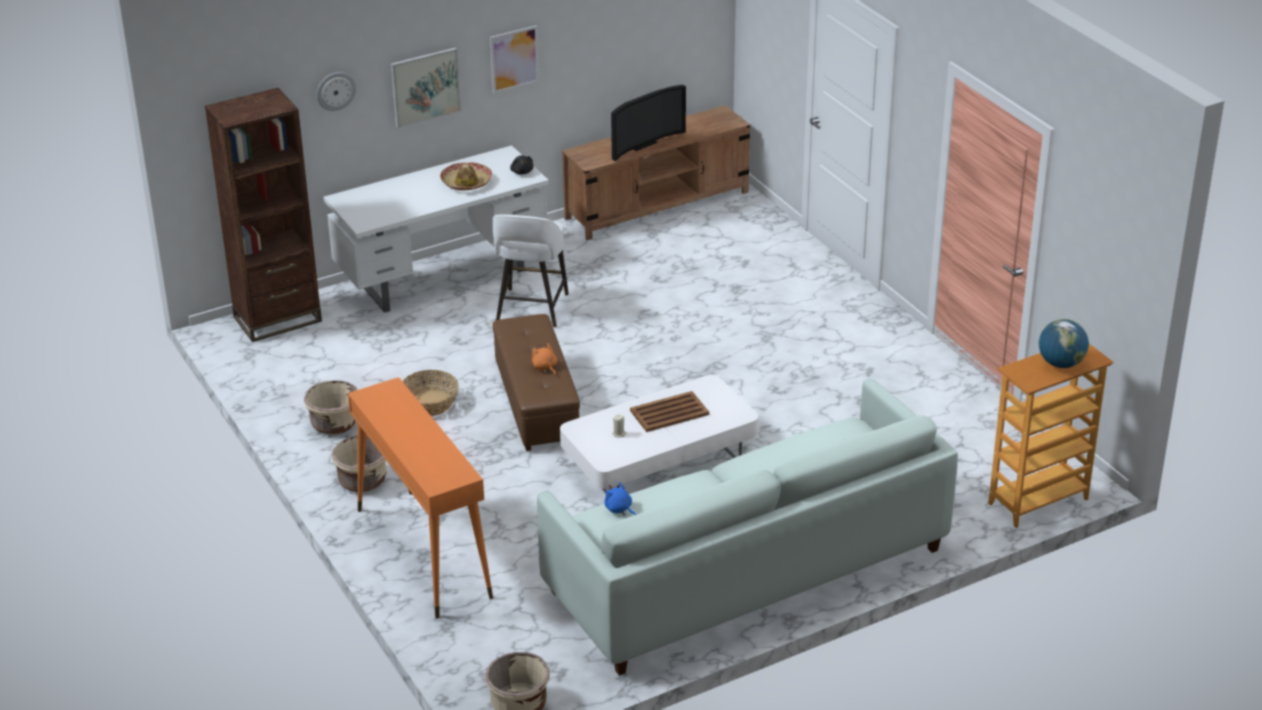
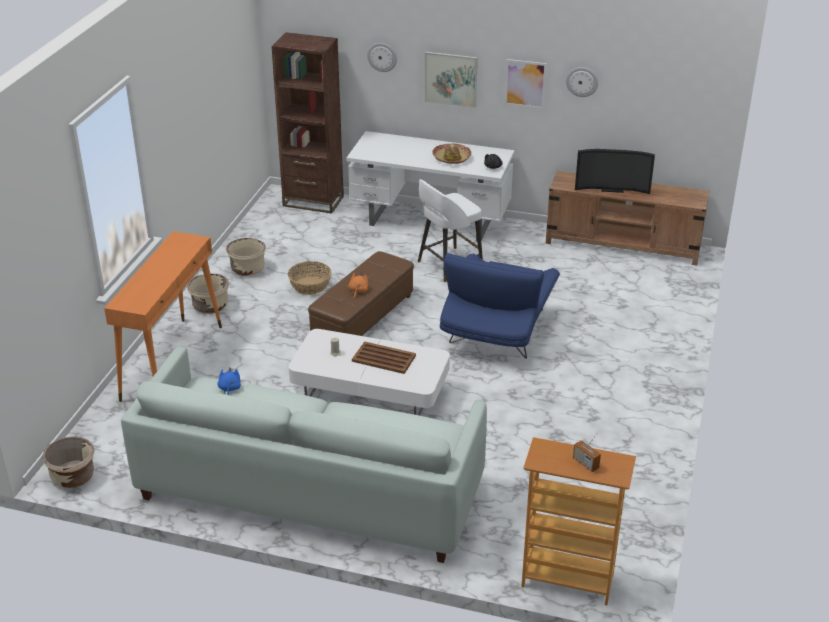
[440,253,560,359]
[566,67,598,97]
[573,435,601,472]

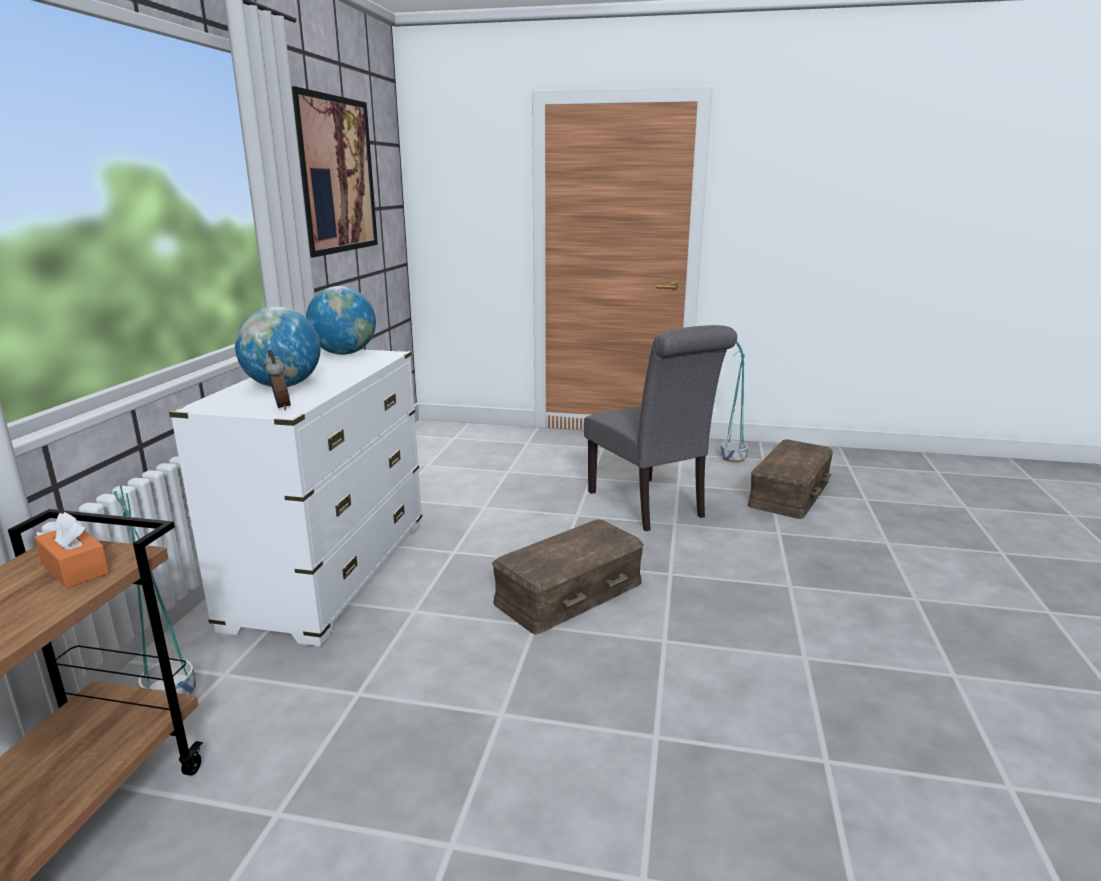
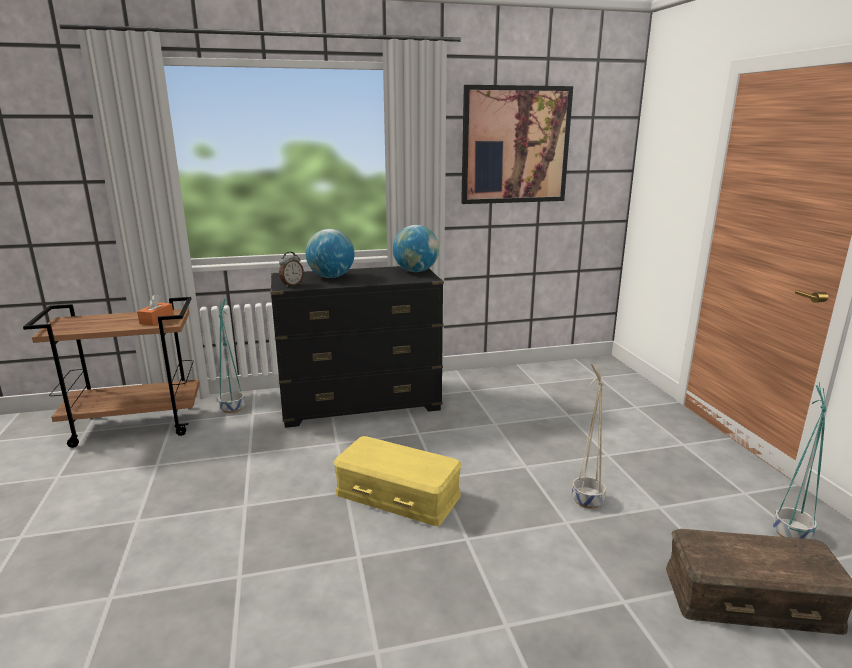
[572,364,606,509]
[270,266,444,428]
[333,436,462,526]

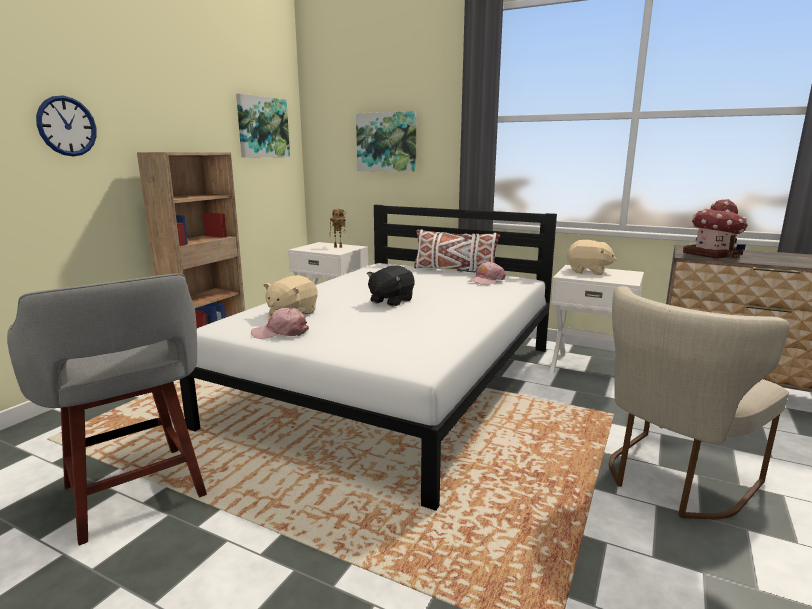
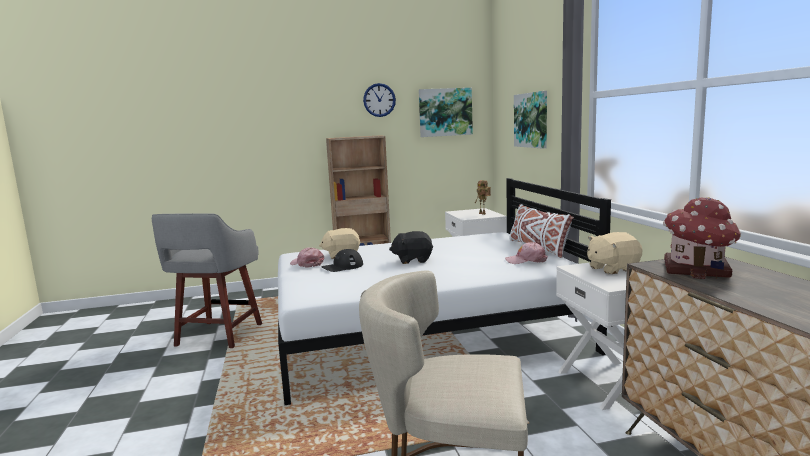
[321,249,363,272]
[363,83,396,117]
[587,232,643,274]

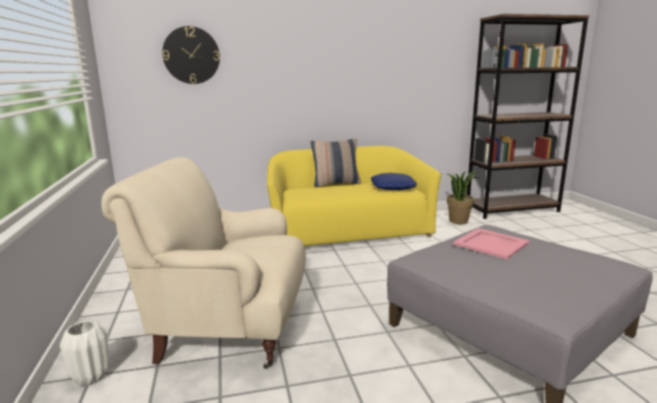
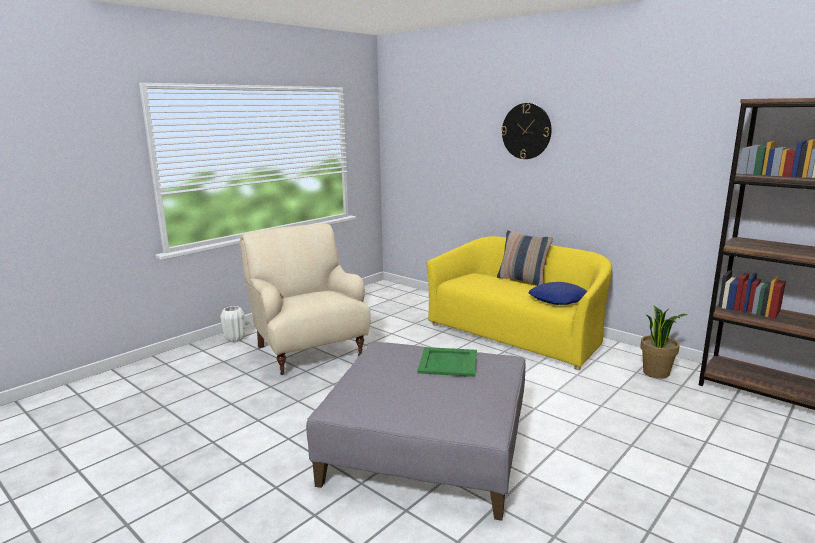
[501,103,552,159]
[417,347,477,377]

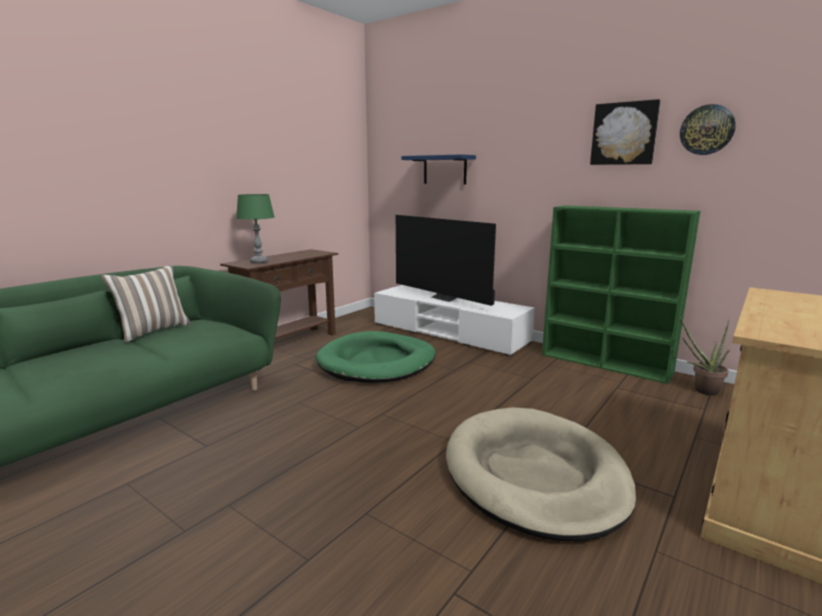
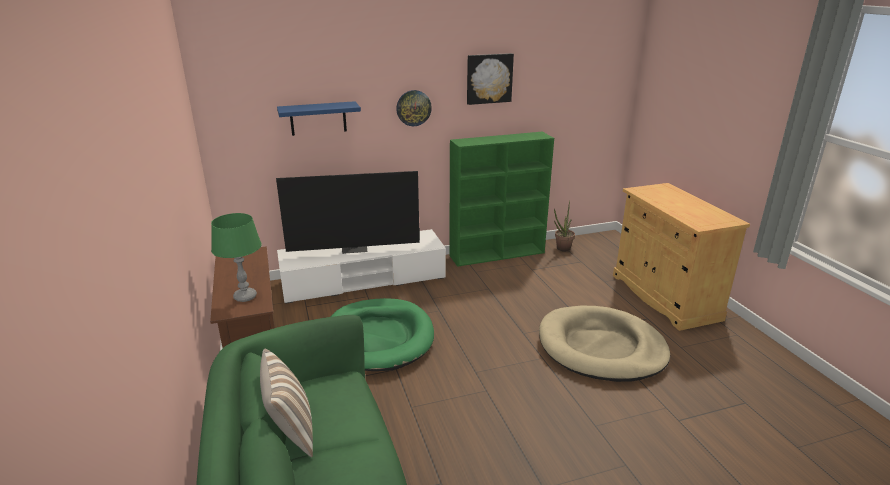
[396,90,432,126]

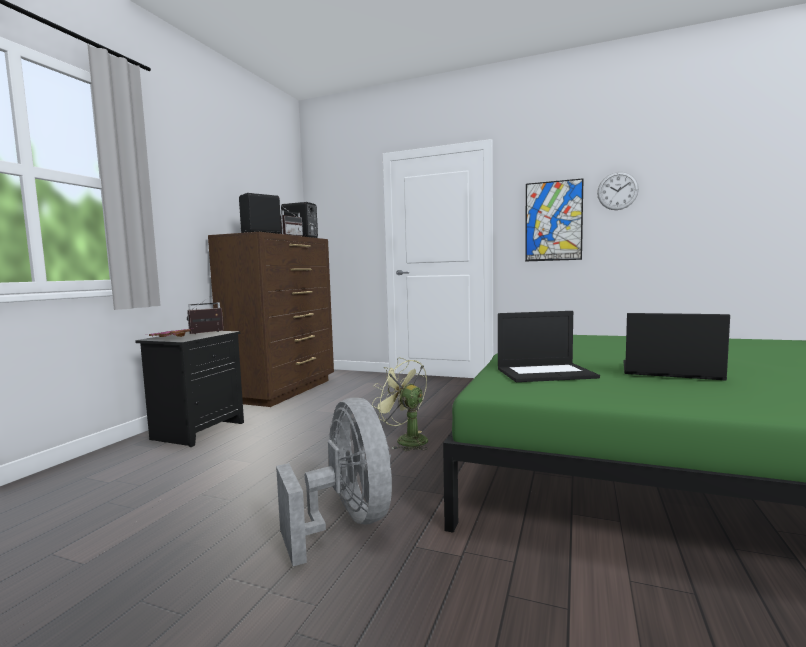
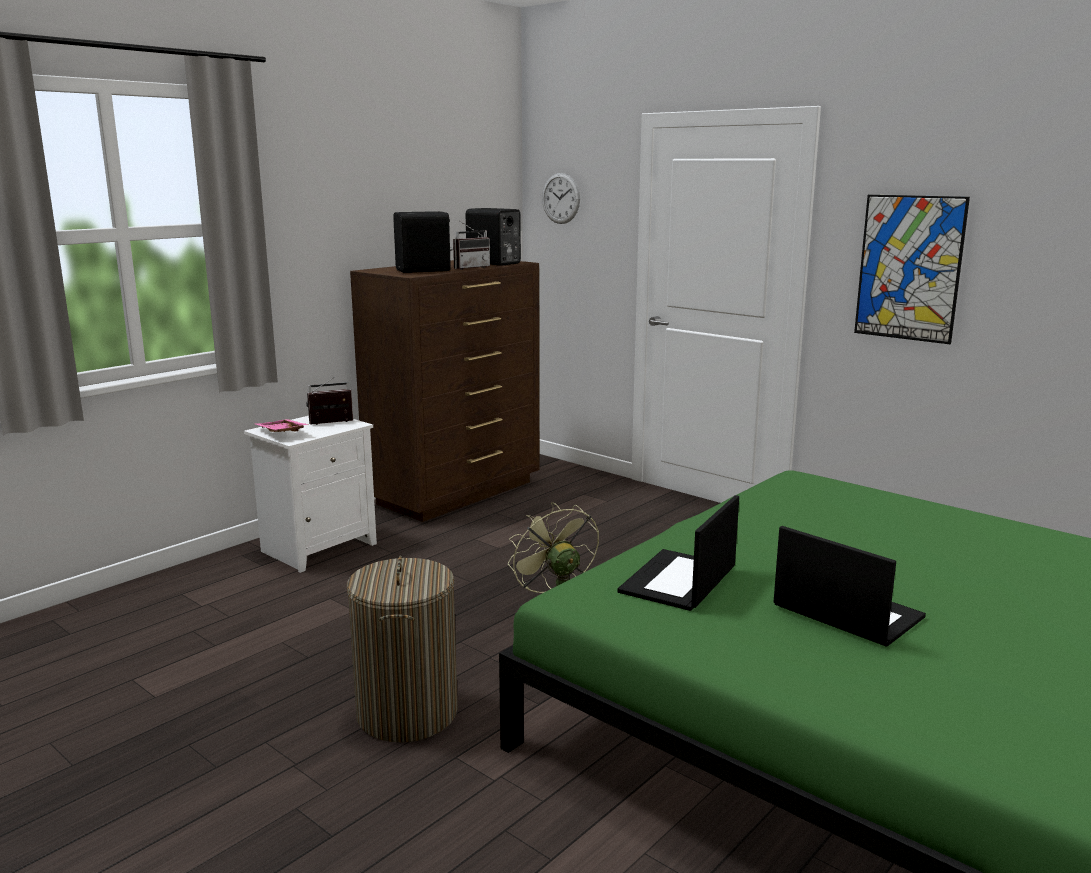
[542,173,580,224]
[347,555,458,742]
[244,416,377,573]
[617,495,739,611]

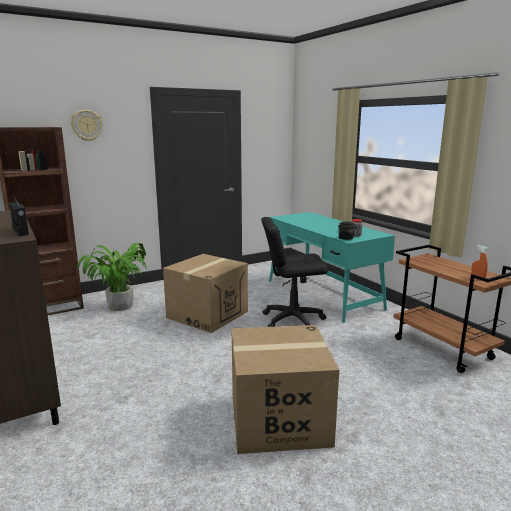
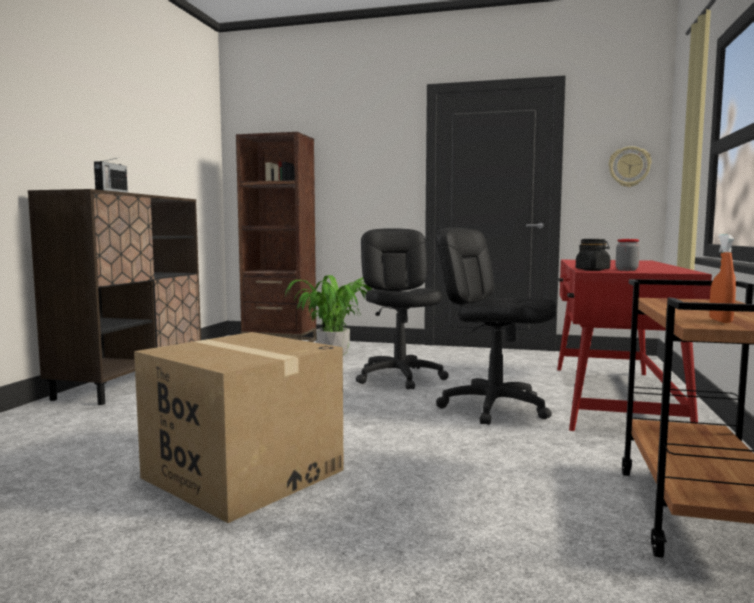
[609,146,652,187]
[356,228,449,389]
[557,260,712,431]

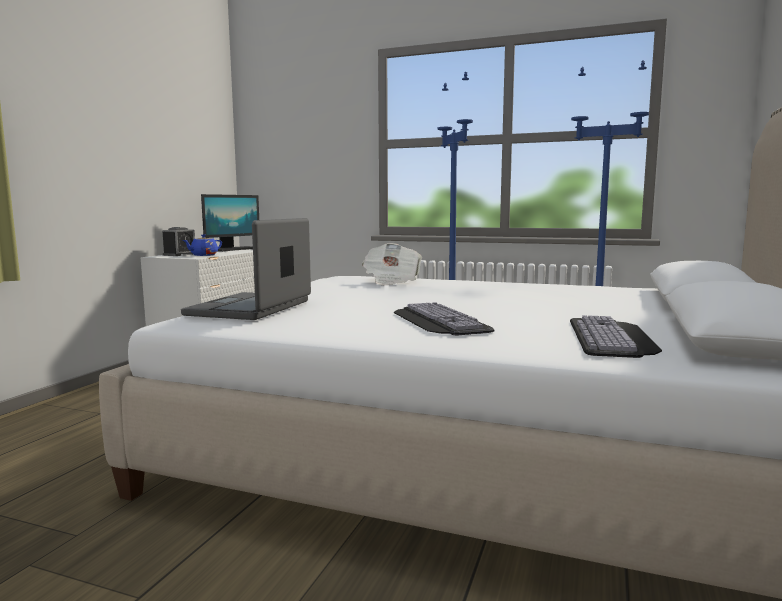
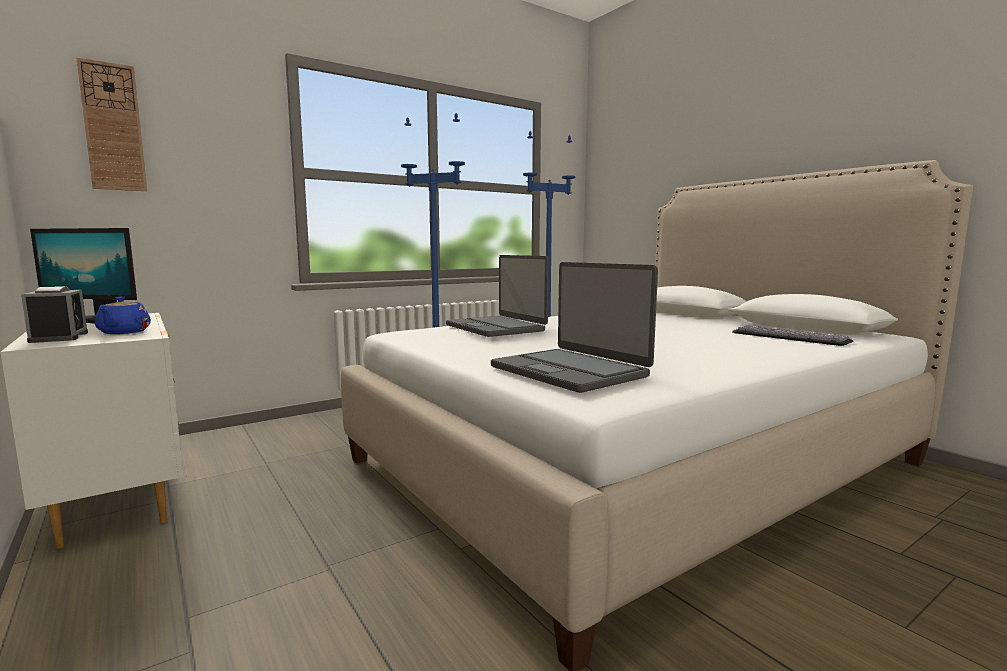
[394,302,494,335] (first image)
[76,58,147,191]
[446,255,549,337]
[30,228,137,324]

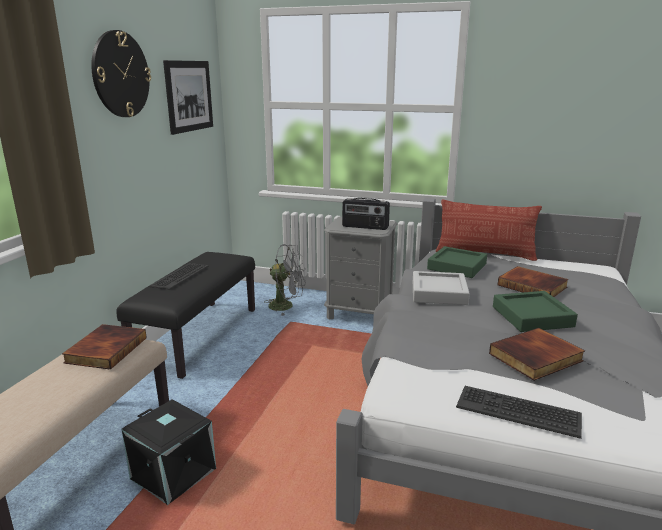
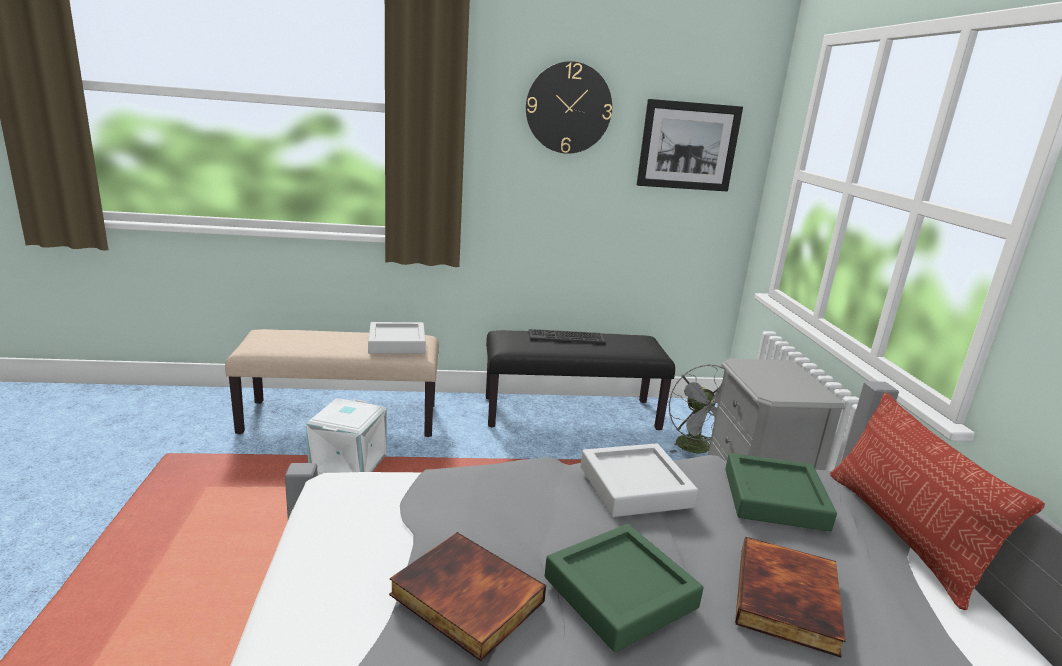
[342,198,390,230] (first image)
[456,386,582,439] (first image)
[368,322,426,354]
[306,398,387,475]

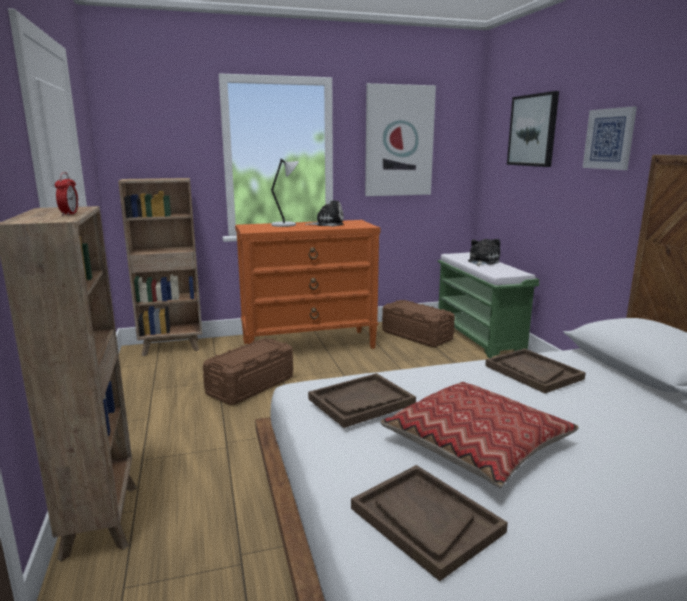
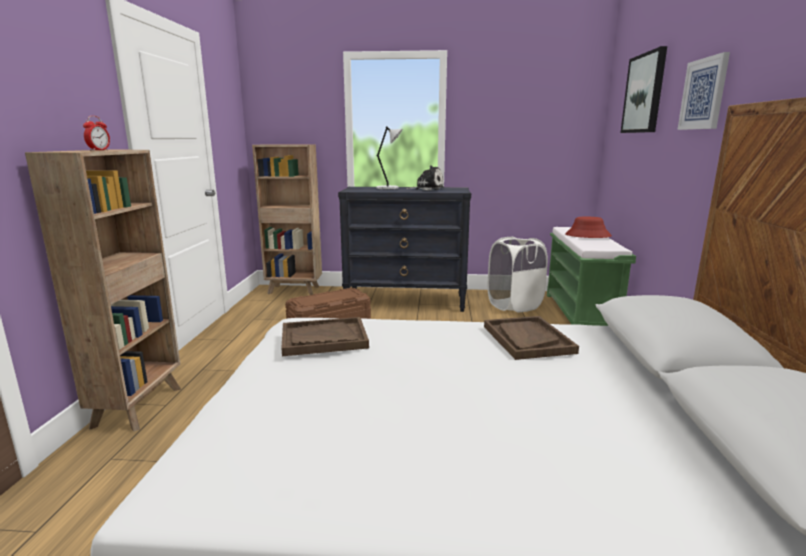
[351,465,508,581] (first image)
[365,83,436,196] (first image)
[380,382,579,488] (first image)
[487,236,548,312]
[565,217,612,238]
[338,187,471,312]

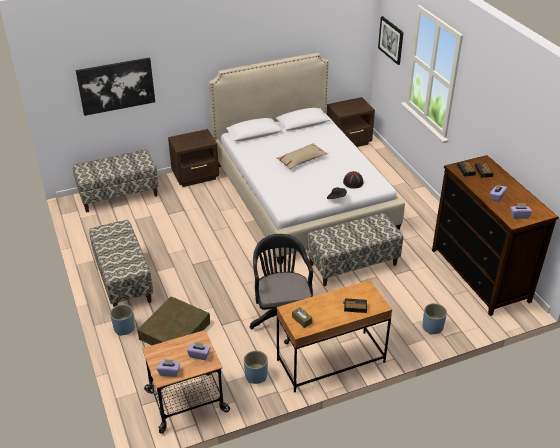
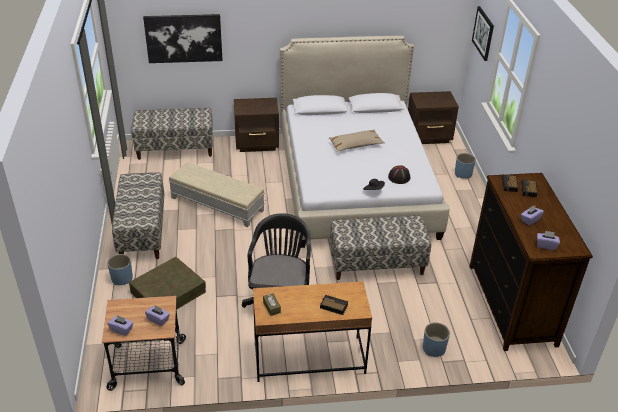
[169,162,265,227]
[455,153,476,179]

